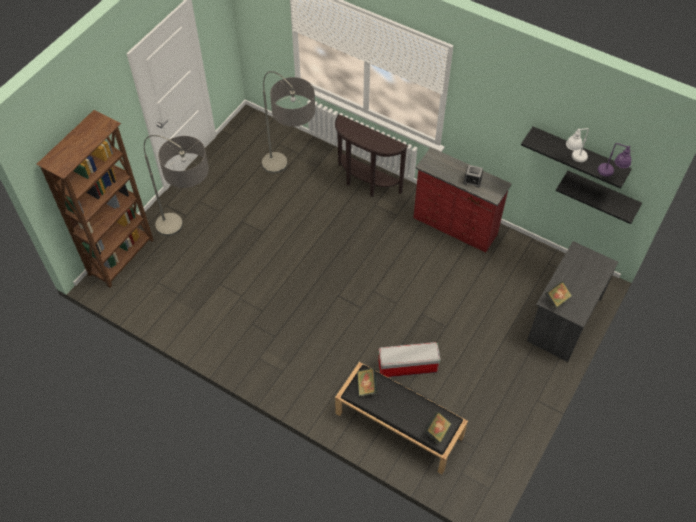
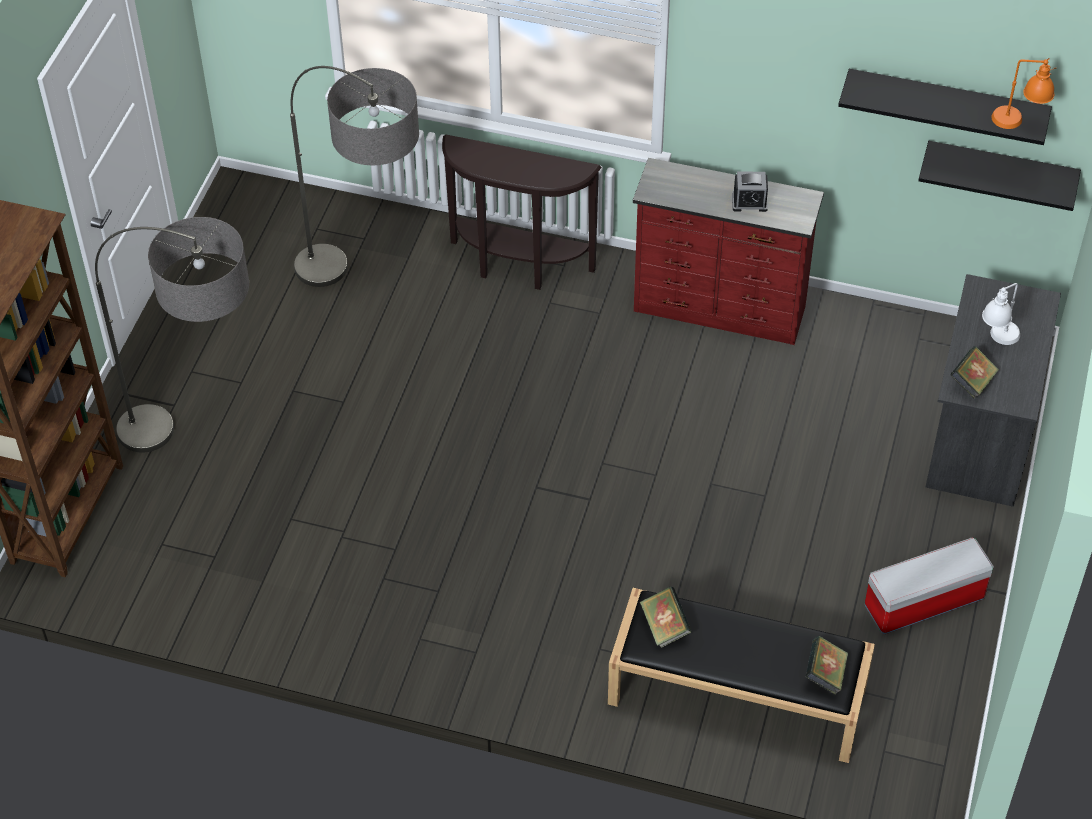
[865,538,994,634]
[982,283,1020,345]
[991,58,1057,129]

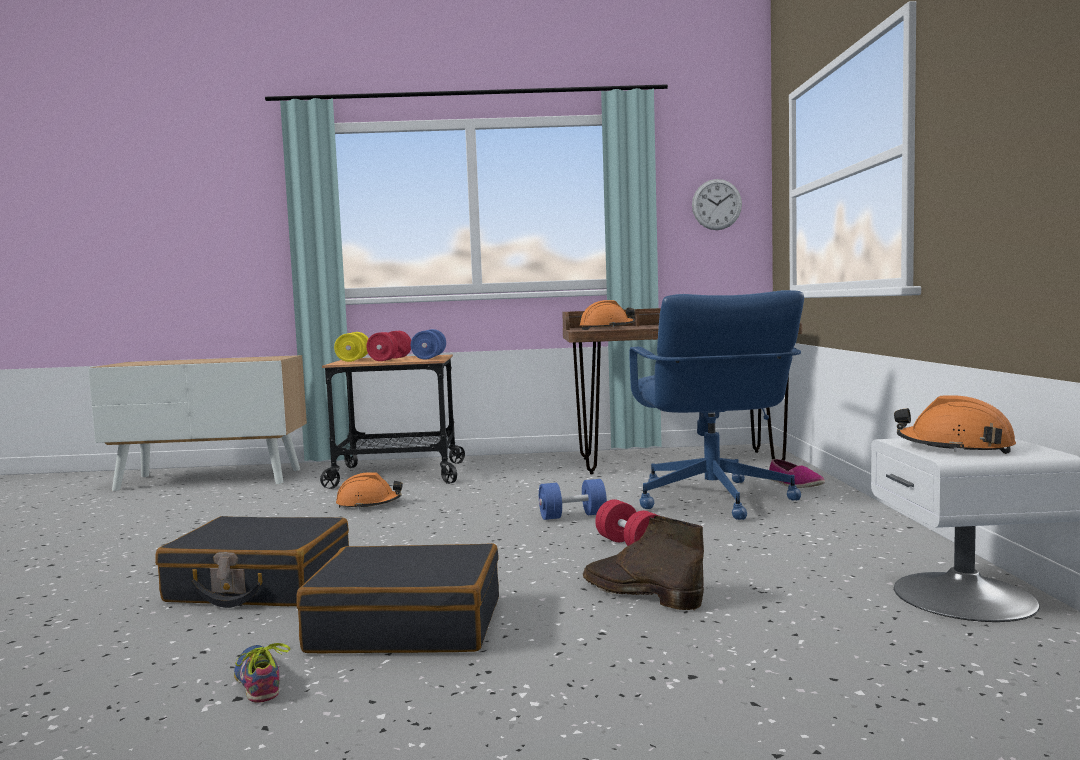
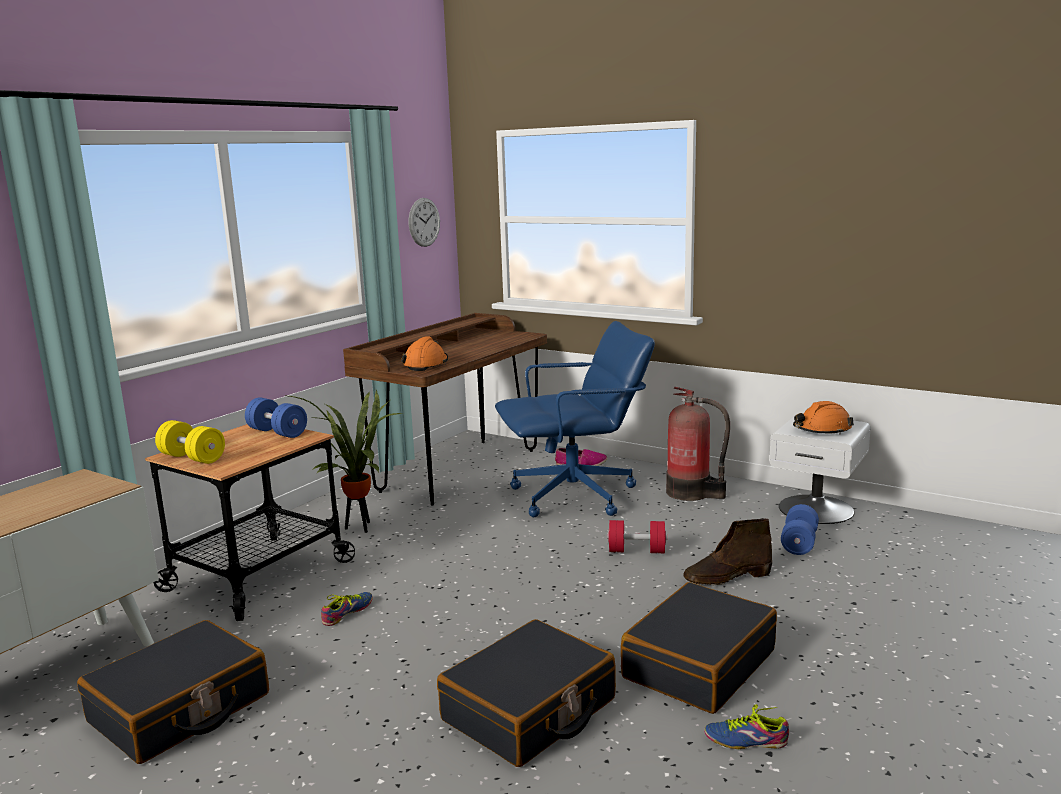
[366,331,411,361] (first image)
[77,620,269,764]
[284,390,402,533]
[666,387,730,501]
[781,504,819,555]
[321,592,373,626]
[495,321,655,517]

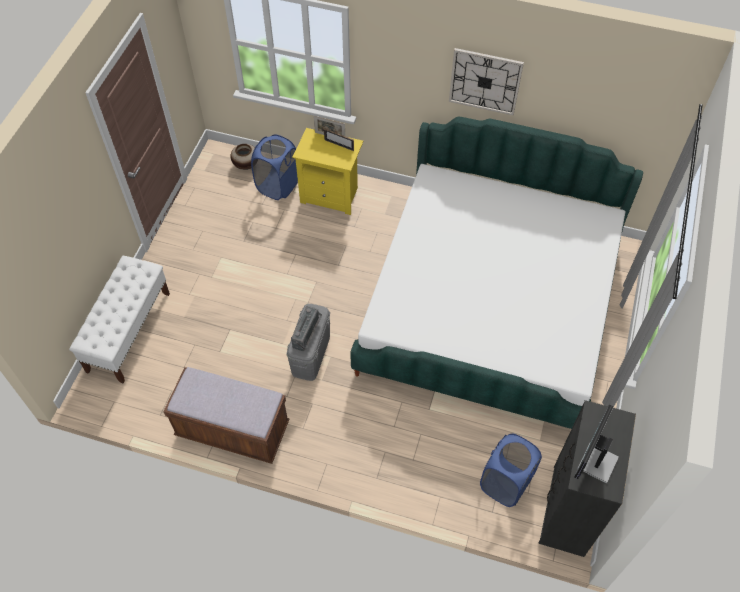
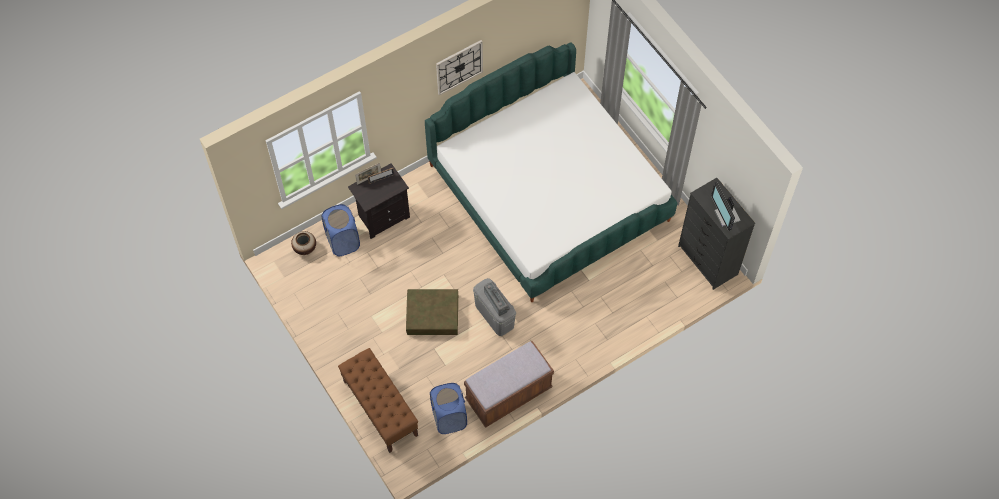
[406,289,458,335]
[430,383,467,434]
[338,348,418,453]
[348,163,410,239]

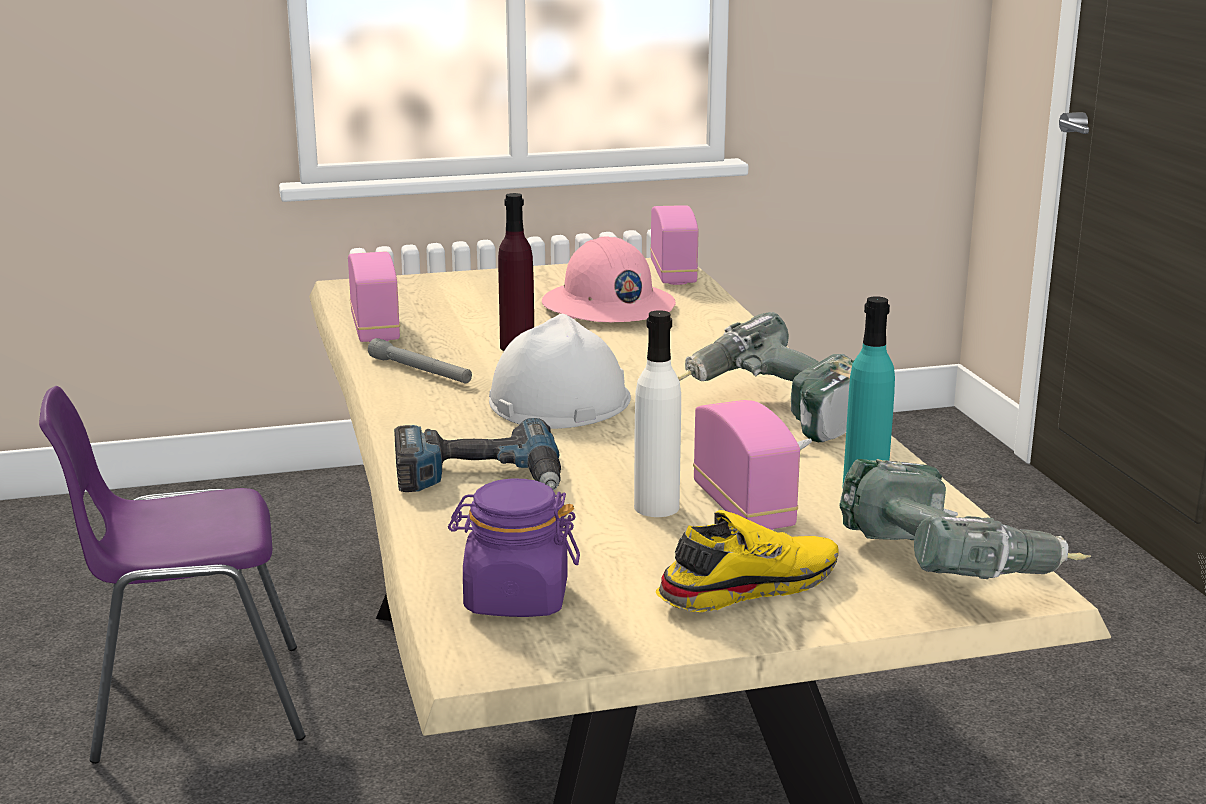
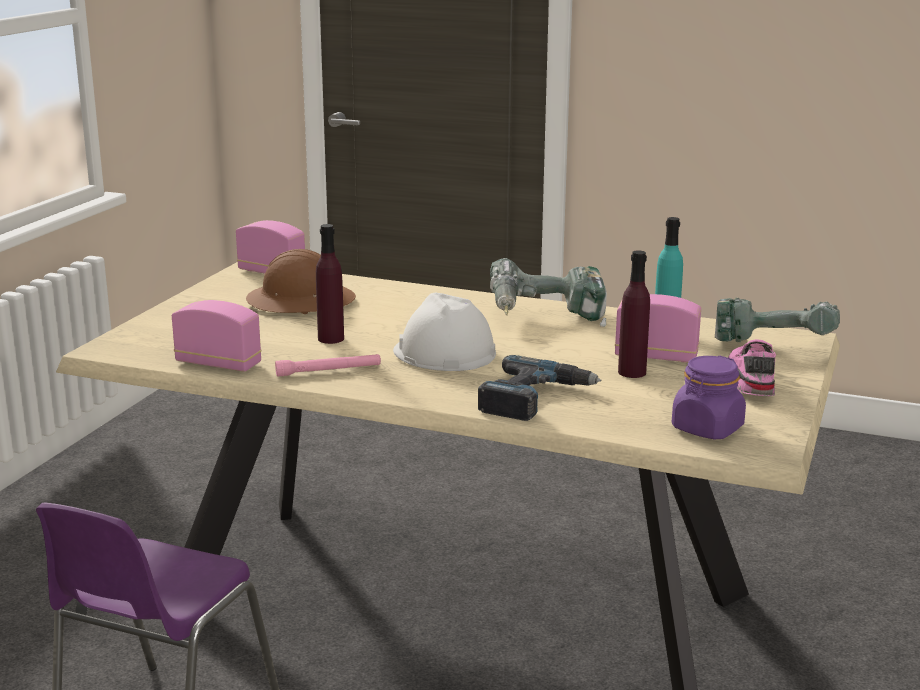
[275,354,381,377]
[246,249,356,314]
[618,250,650,378]
[728,339,776,396]

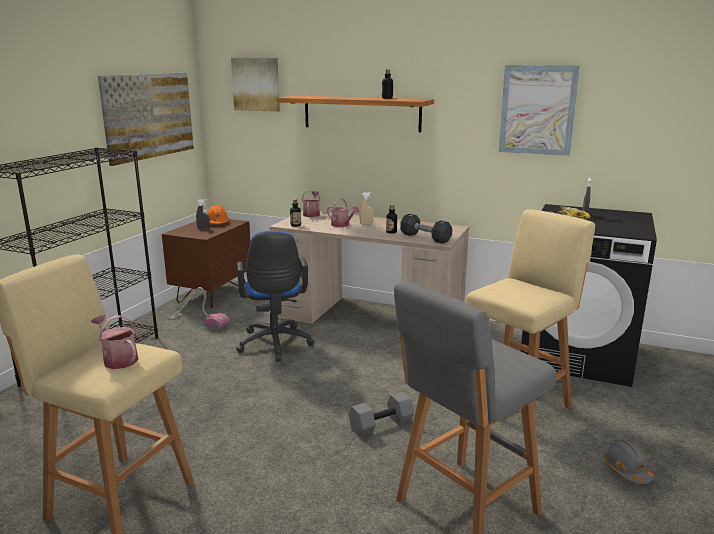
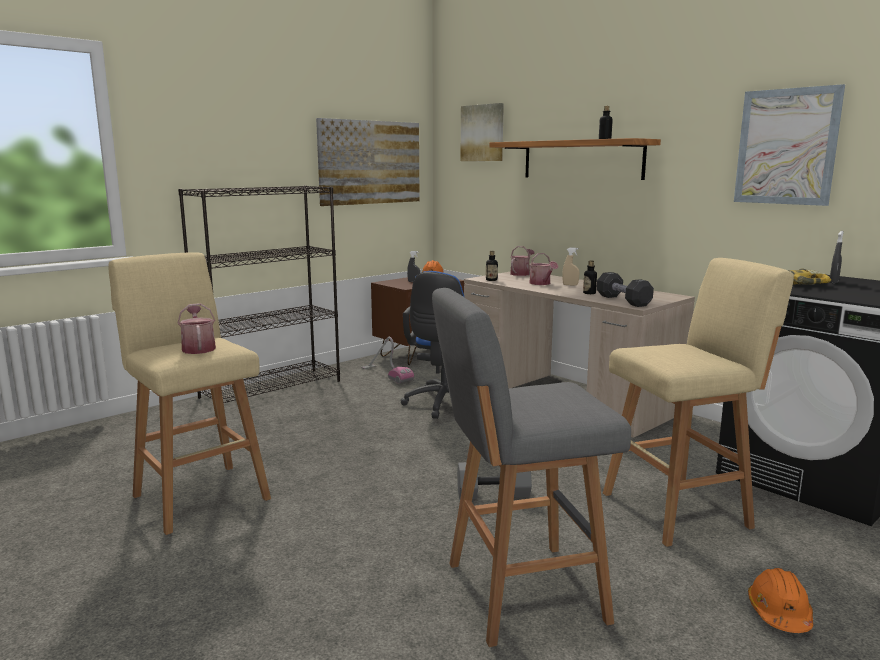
[748,568,813,633]

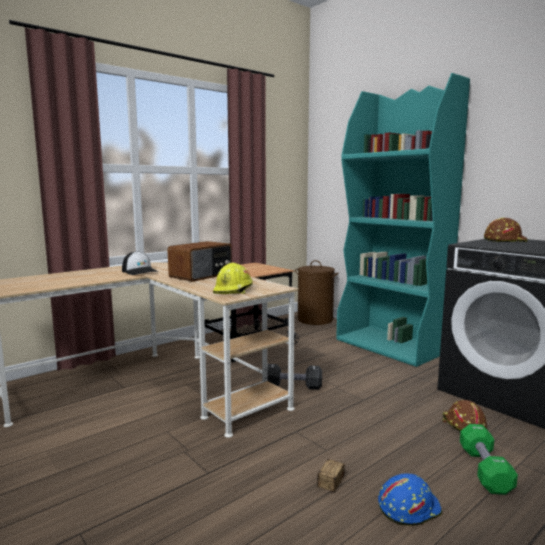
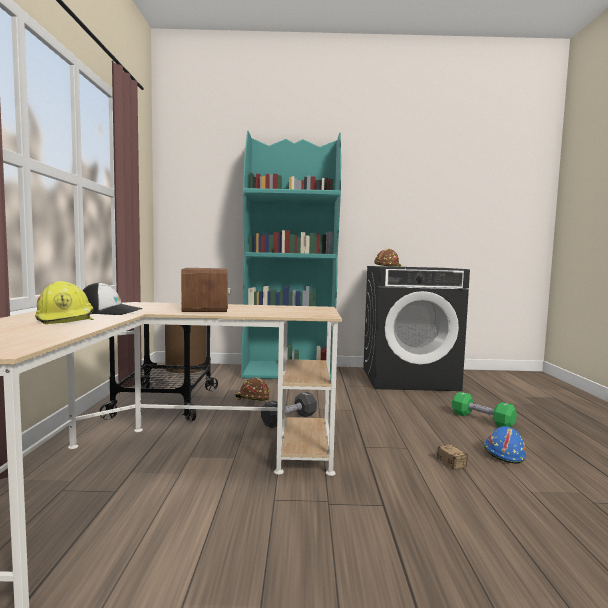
[35,281,94,324]
[235,378,270,401]

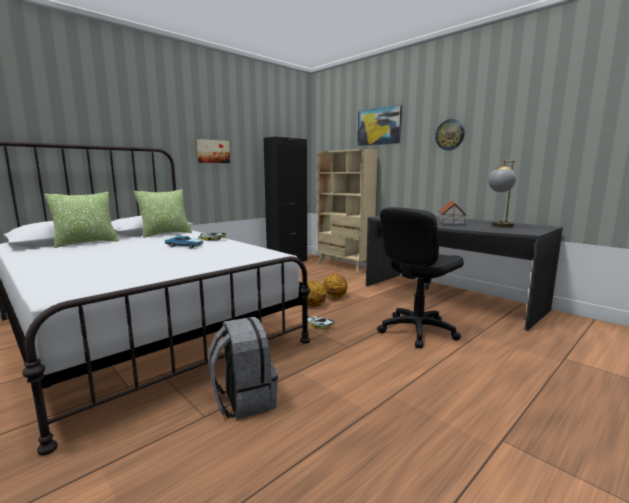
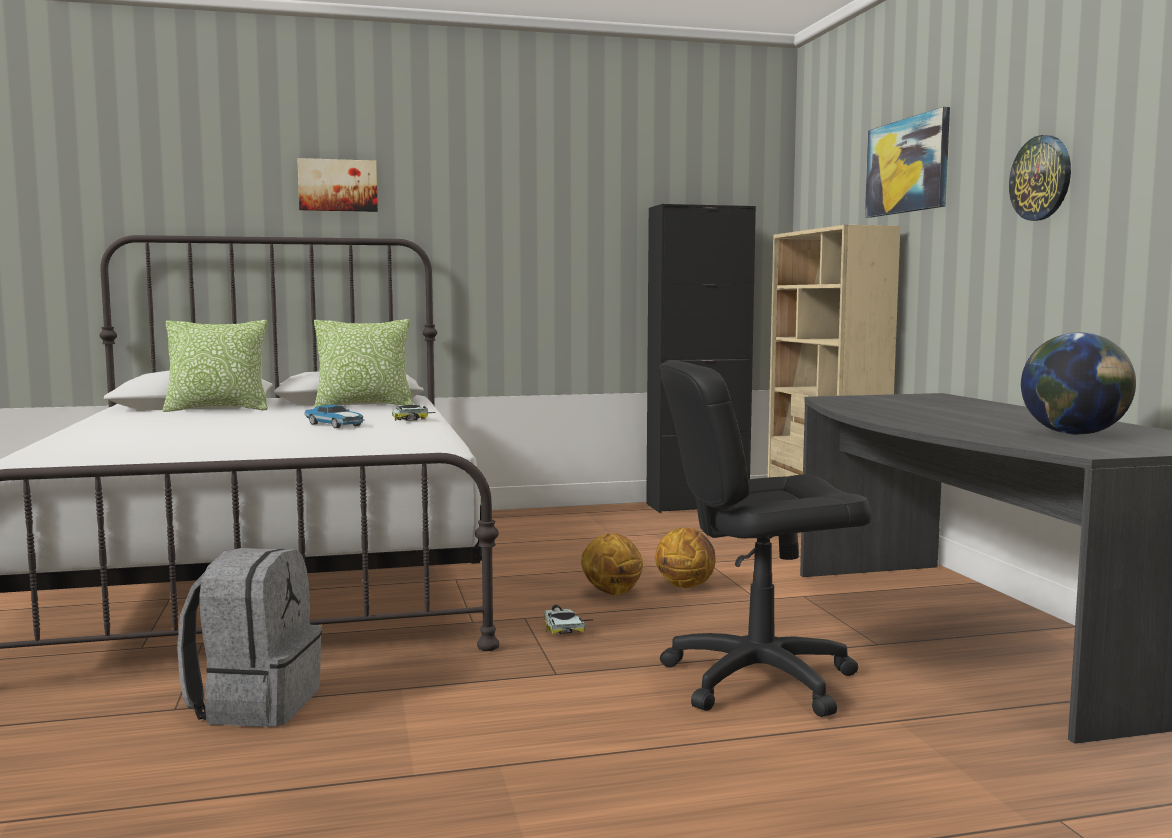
[439,200,467,226] (first image)
[297,158,378,212]
[1021,332,1136,435]

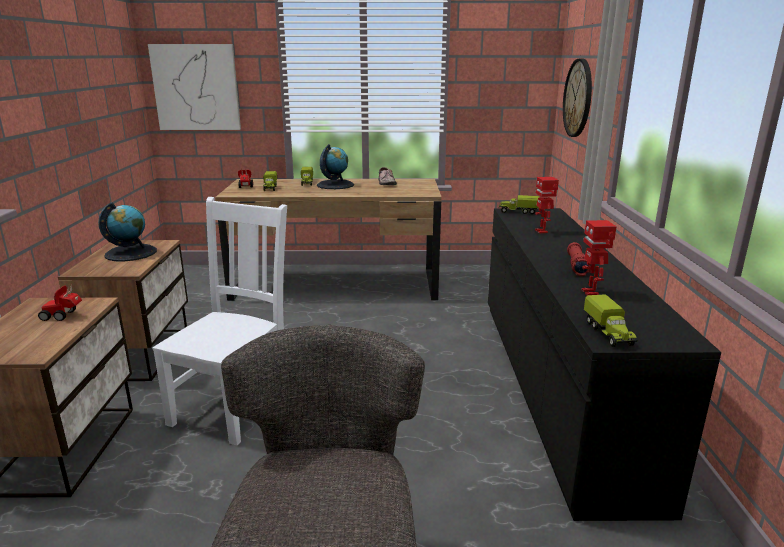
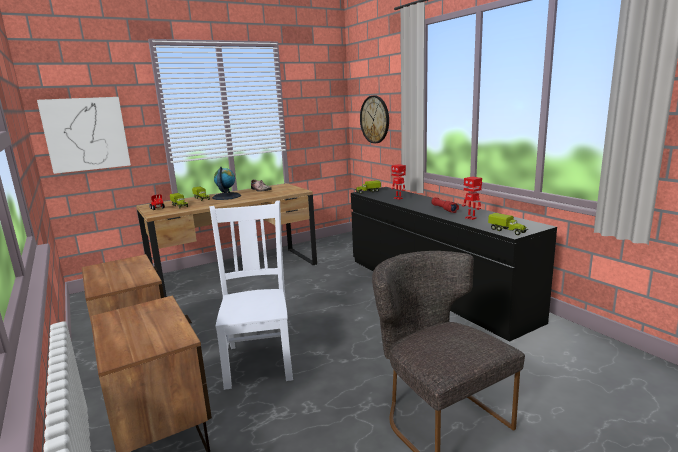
[38,284,82,321] (first image)
[98,202,157,261] (first image)

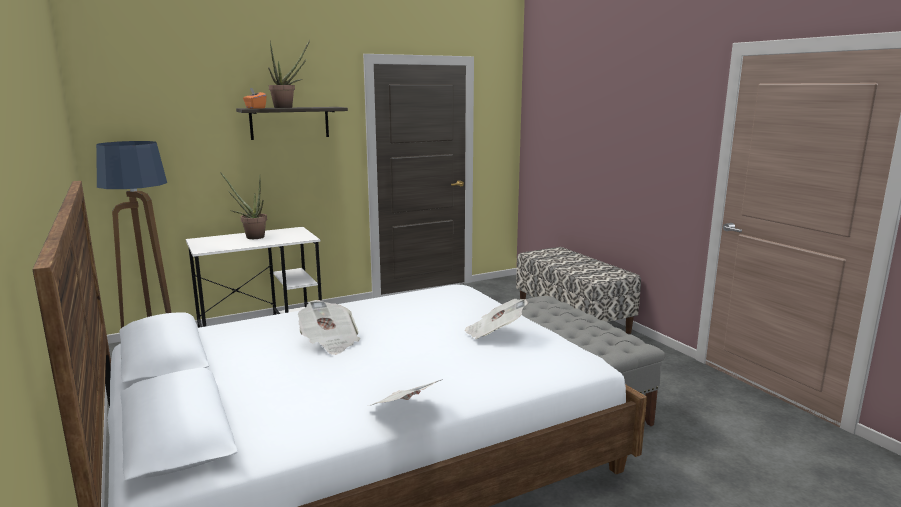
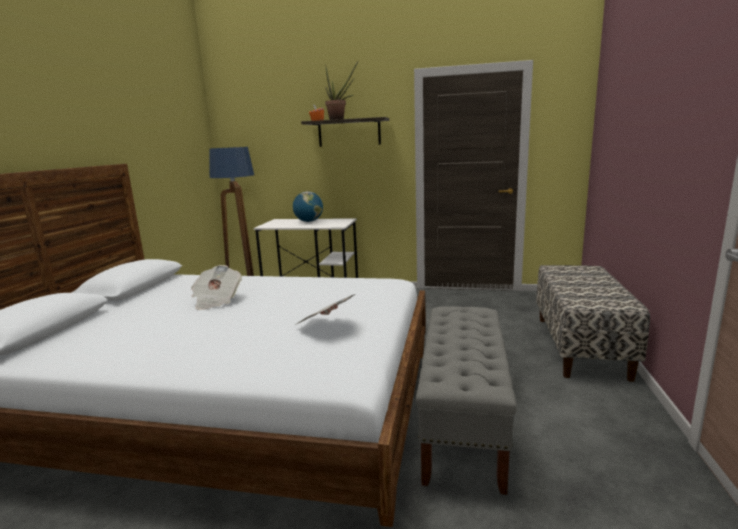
[372,379,443,405] (first image)
[293,191,323,222]

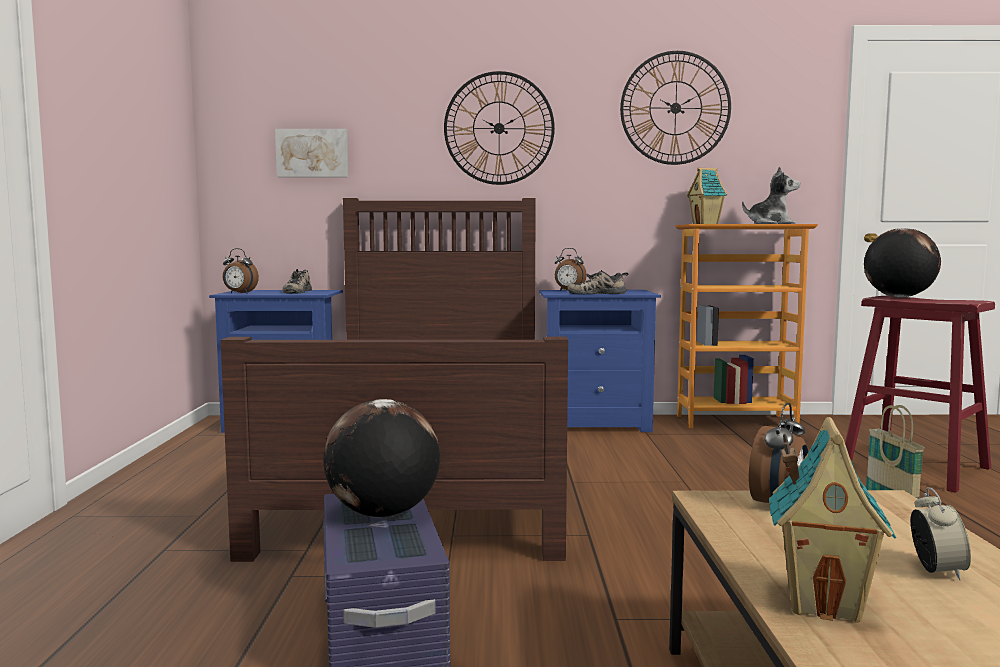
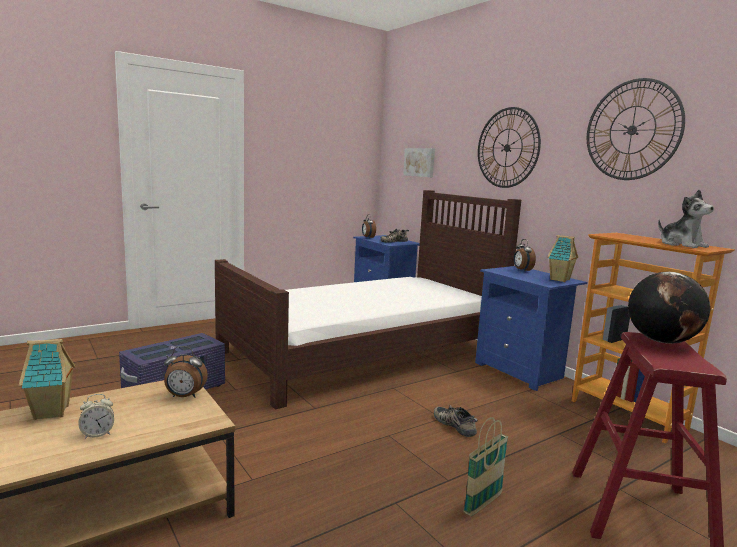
[323,399,440,518] (first image)
[434,405,478,437]
[548,235,578,282]

